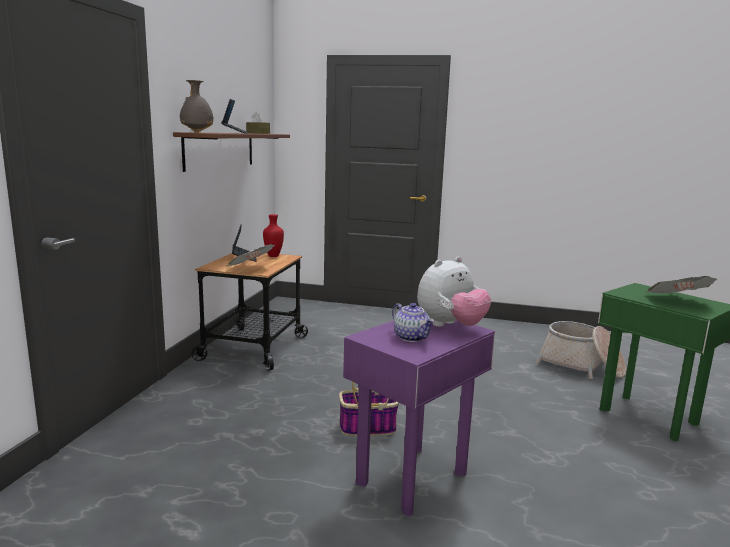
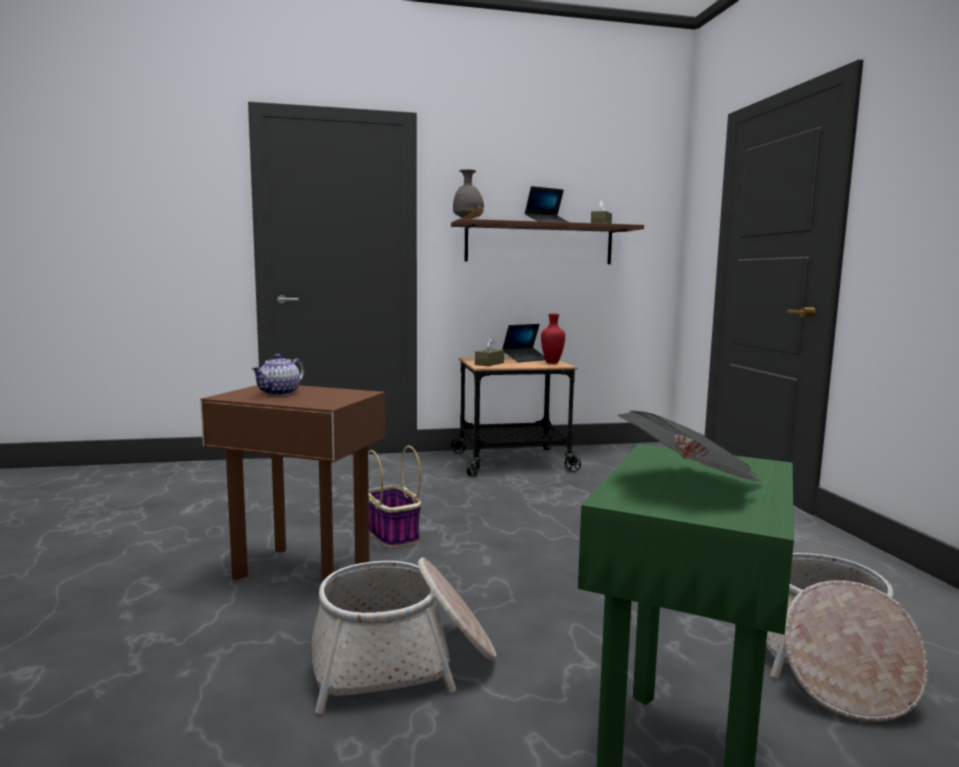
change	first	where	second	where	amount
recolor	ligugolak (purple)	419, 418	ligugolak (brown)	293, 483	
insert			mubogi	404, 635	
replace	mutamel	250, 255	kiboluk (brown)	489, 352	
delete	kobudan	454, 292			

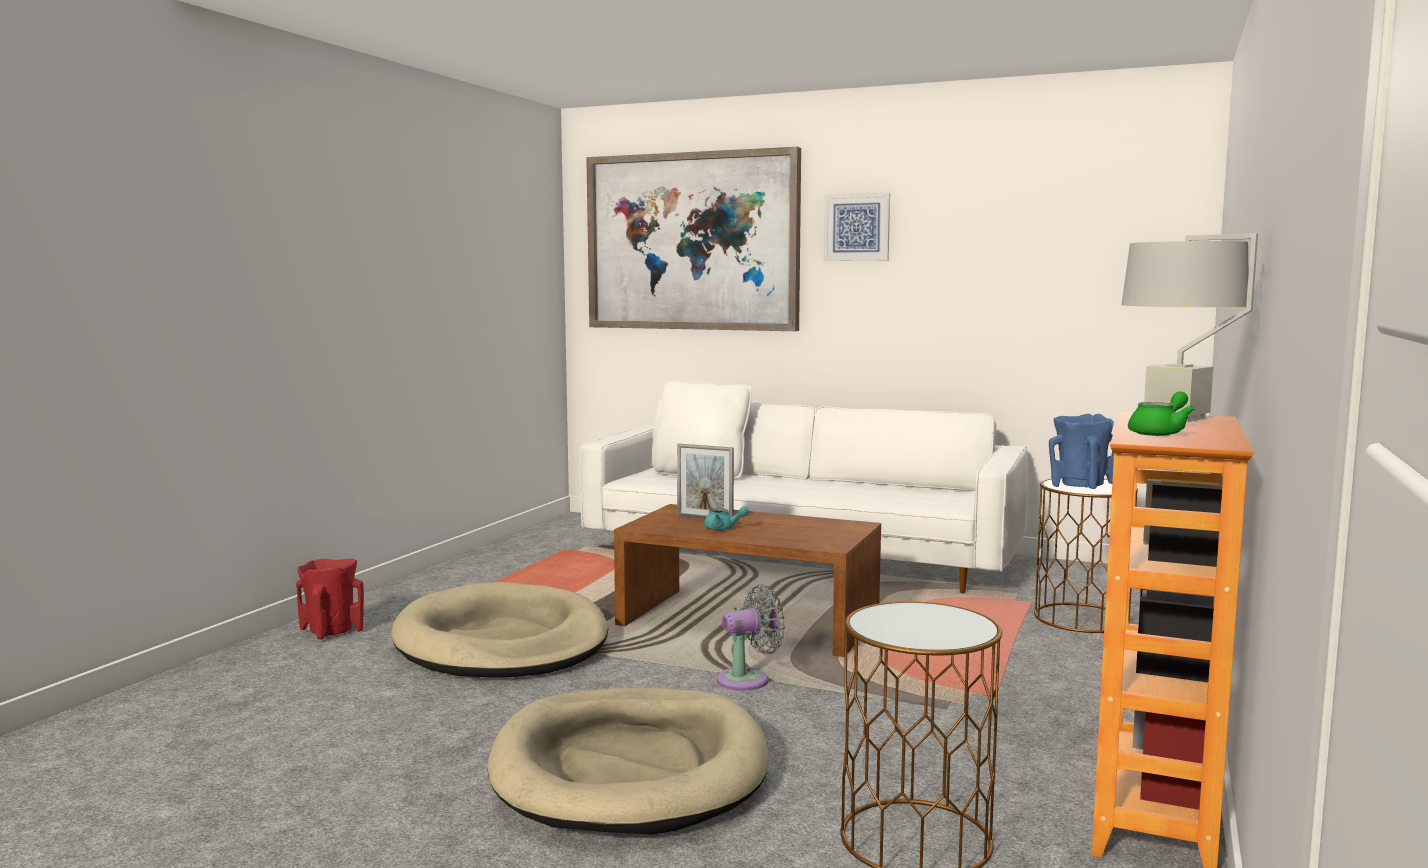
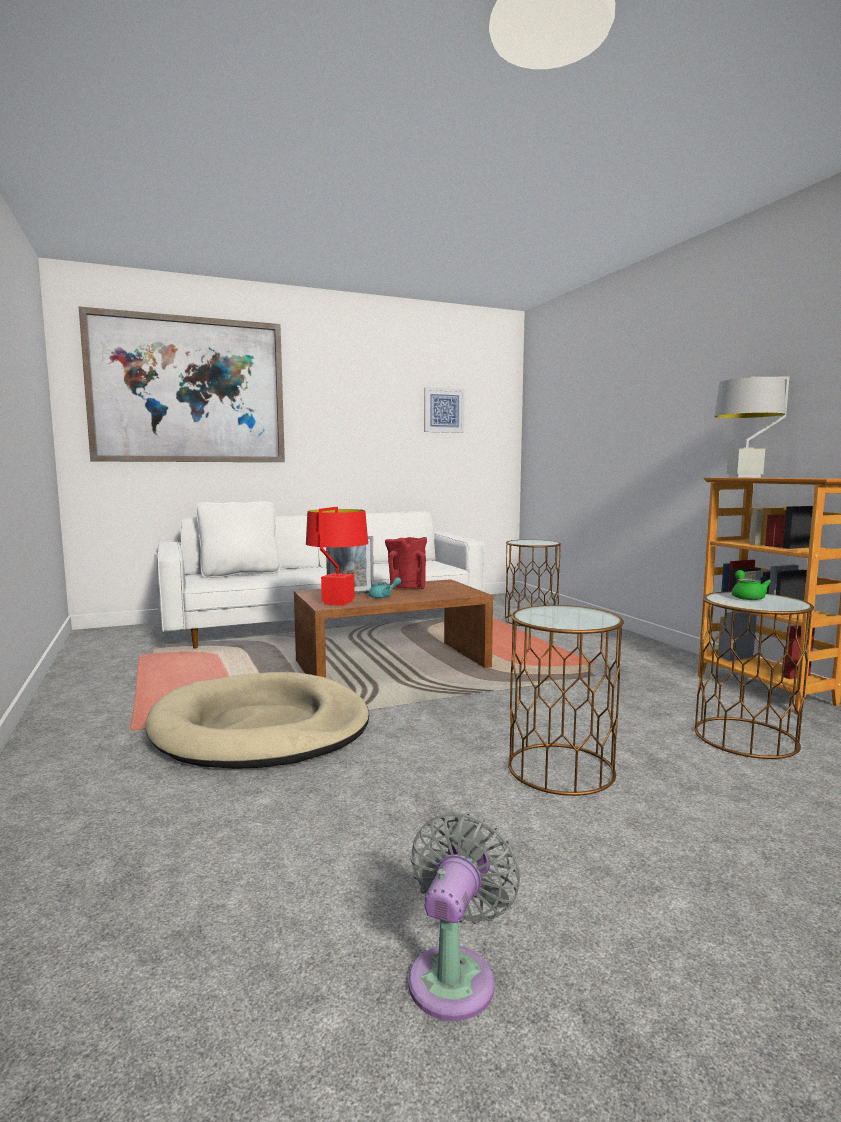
change	first	where	second	where	amount
insert			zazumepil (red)	337, 556	
move	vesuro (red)	330, 599		406, 563	
move	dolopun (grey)	751, 637		464, 916	
move	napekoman	857, 227		444, 410	
replace	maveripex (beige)	628, 761	ligugolak (brown)	566, 700	
move	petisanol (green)	1161, 413		751, 585	
delete	vesuro (blue)	1081, 451			

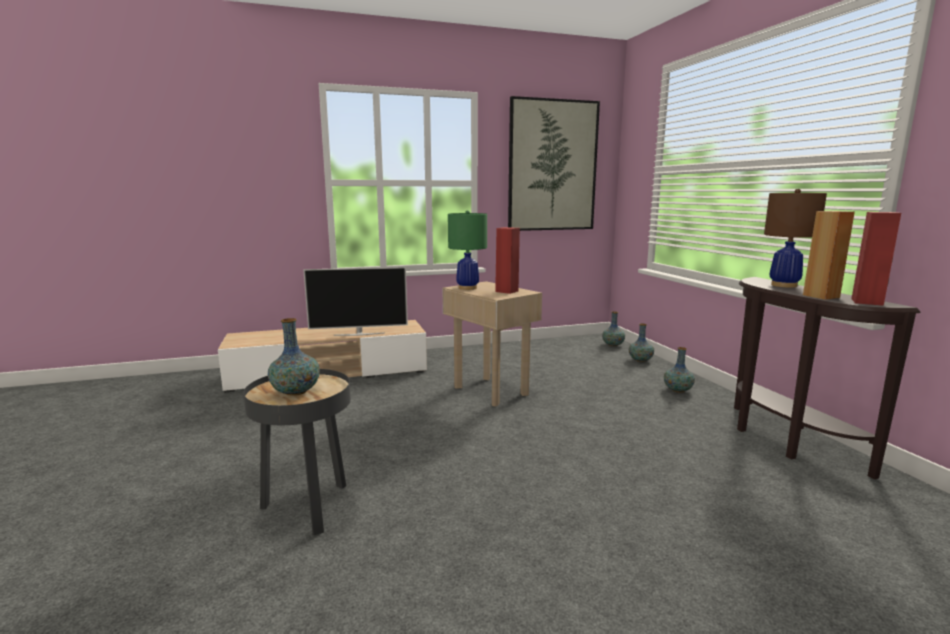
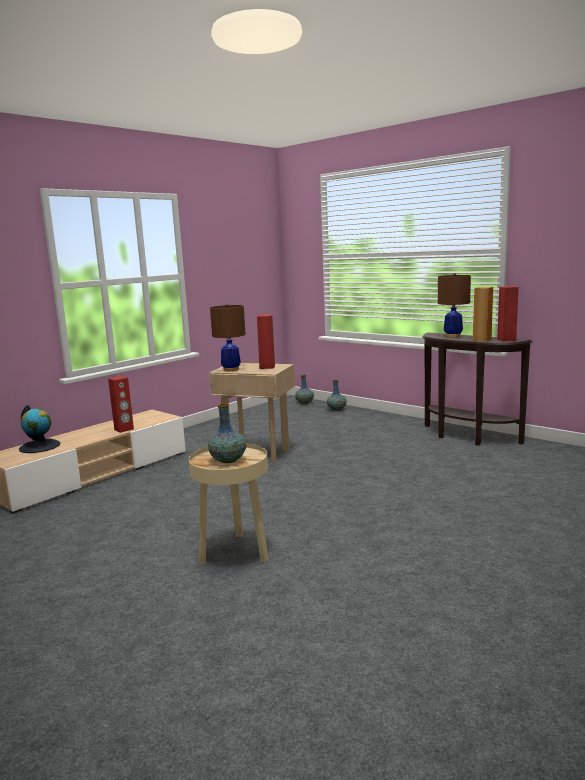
change	first	where	second	where	amount
insert			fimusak	39, 429	
replace	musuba	355, 301	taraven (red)	121, 404	
recolor	ligugolak (black)	297, 452	ligugolak (beige)	229, 504	
recolor	zazumepil (green)	467, 250	zazumepil (brown)	228, 337	
delete	napekoman	554, 163			
delete	vesuro	679, 370			

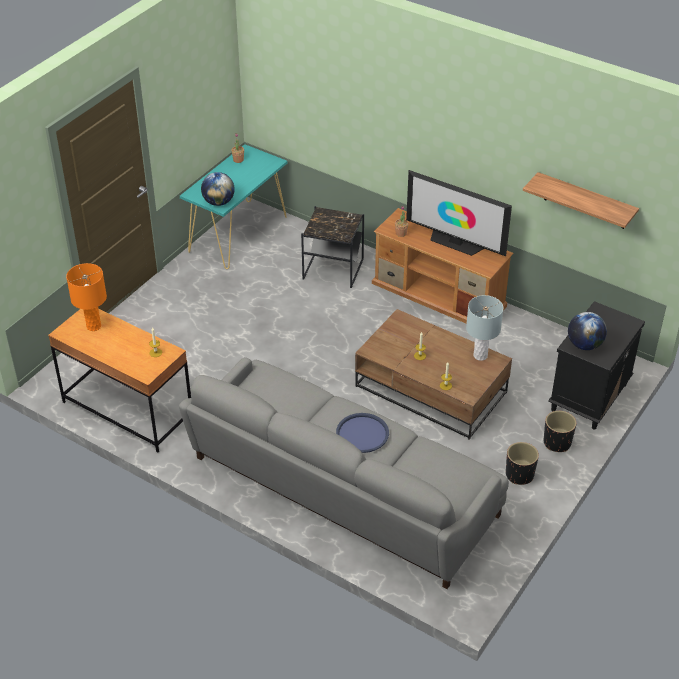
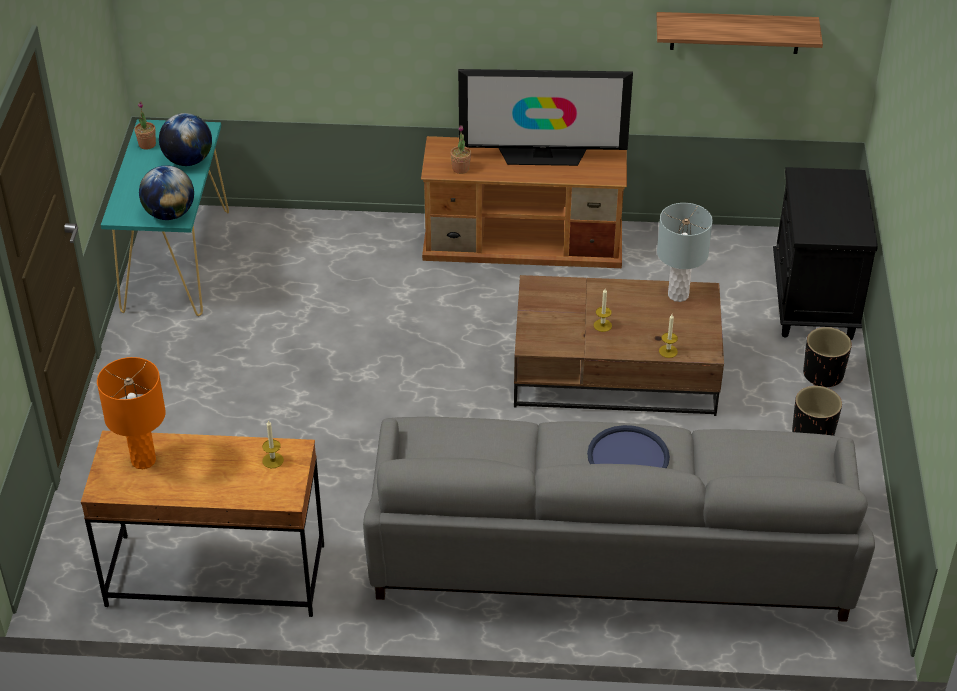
change	first	where	second	where	amount
move	fimusak	587, 331		185, 139	
delete	ligugolak (black)	332, 247			

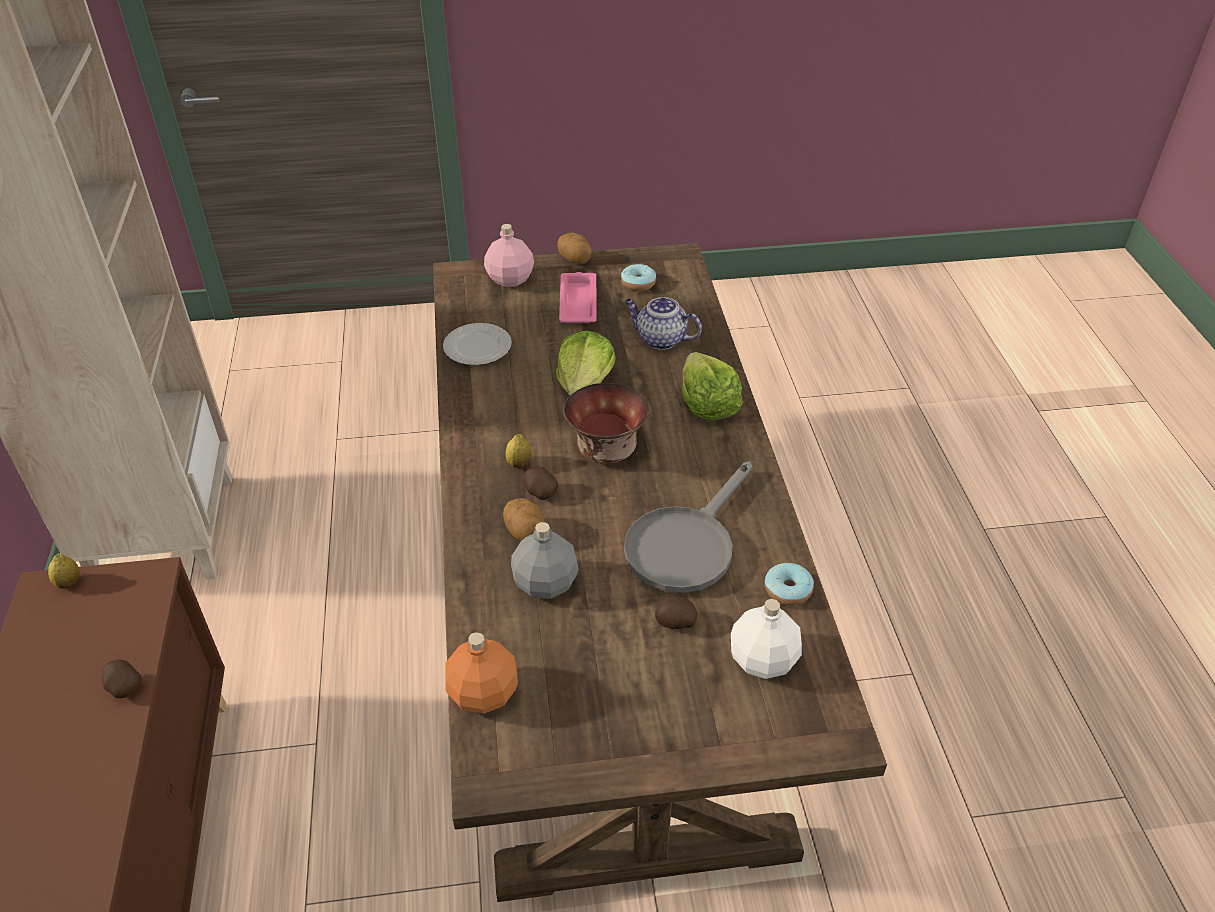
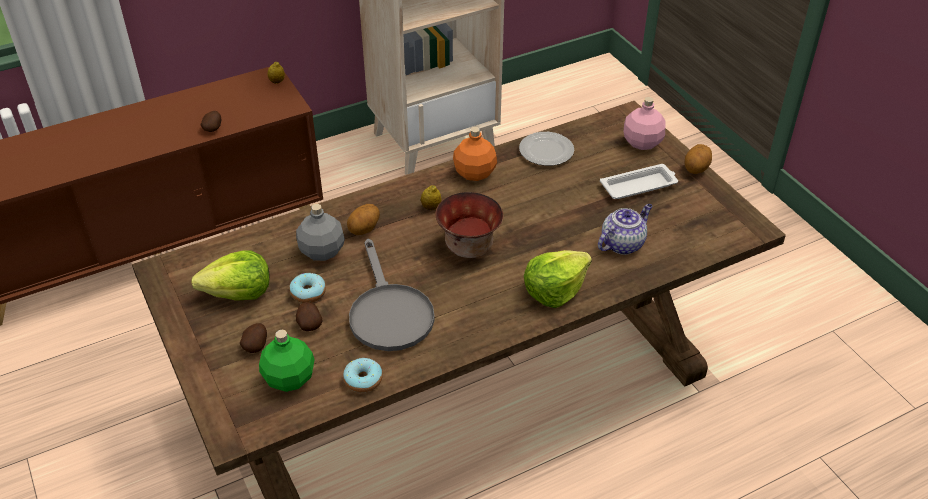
change	first	where	second	where	amount
move	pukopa	586, 363		230, 275	
move	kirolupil	541, 483		253, 338	
recolor	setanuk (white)	766, 639	setanuk (green)	287, 361	
move	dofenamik	638, 277		308, 288	
rotate	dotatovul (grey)	688, 527		392, 295	120 degrees counterclockwise
move	setanuk (orange)	481, 673		475, 154	
rotate	petisanol	663, 323		625, 229	45 degrees clockwise
recolor	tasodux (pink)	578, 297	tasodux (white)	639, 181	

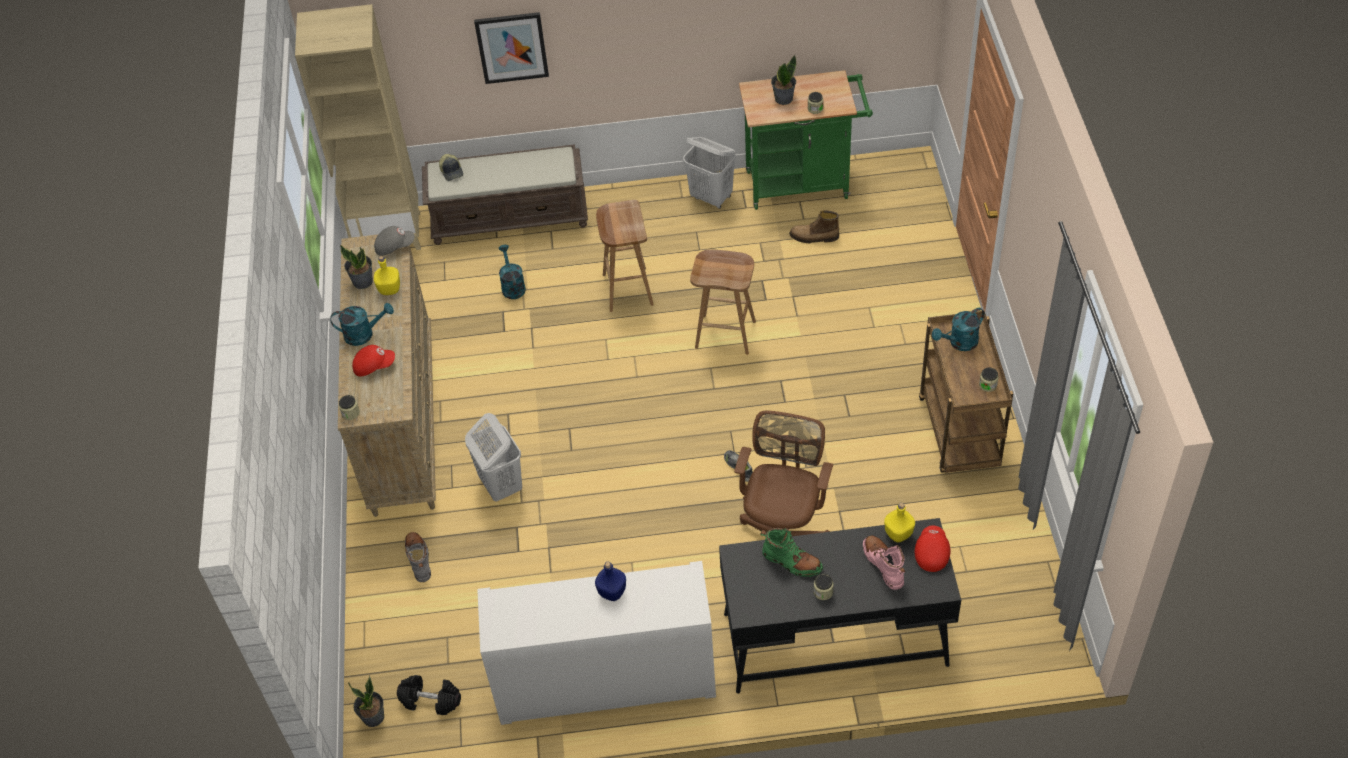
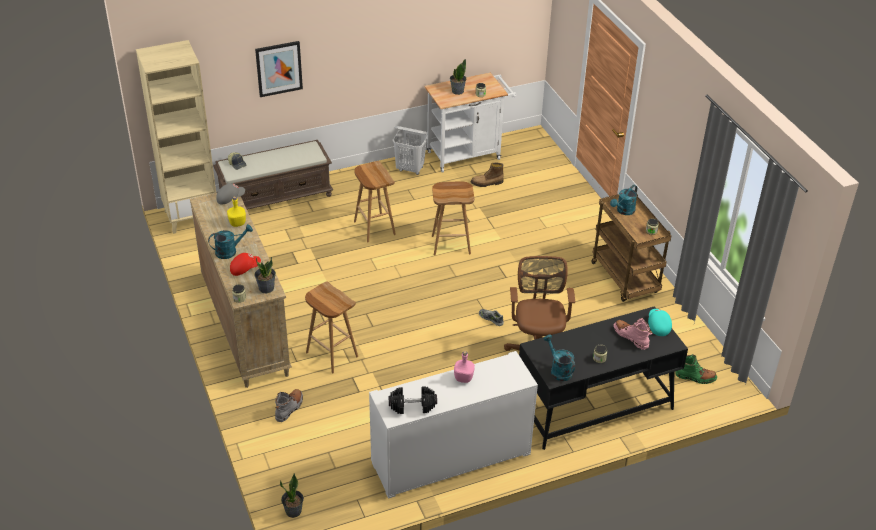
change	first	where	second	where	amount
move	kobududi	356, 267		265, 275	
rotate	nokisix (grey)	418, 557		289, 405	60 degrees clockwise
replace	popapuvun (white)	493, 457	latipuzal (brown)	331, 328	
move	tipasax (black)	429, 695		413, 400	
recolor	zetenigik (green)	806, 140	zetenigik (white)	471, 122	
recolor	setanuk (blue)	610, 581	setanuk (pink)	464, 367	
move	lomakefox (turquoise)	512, 272		559, 358	
recolor	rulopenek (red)	932, 548	rulopenek (turquoise)	660, 322	
move	nokisix (green)	791, 552		696, 369	
delete	setanuk (yellow)	899, 522			

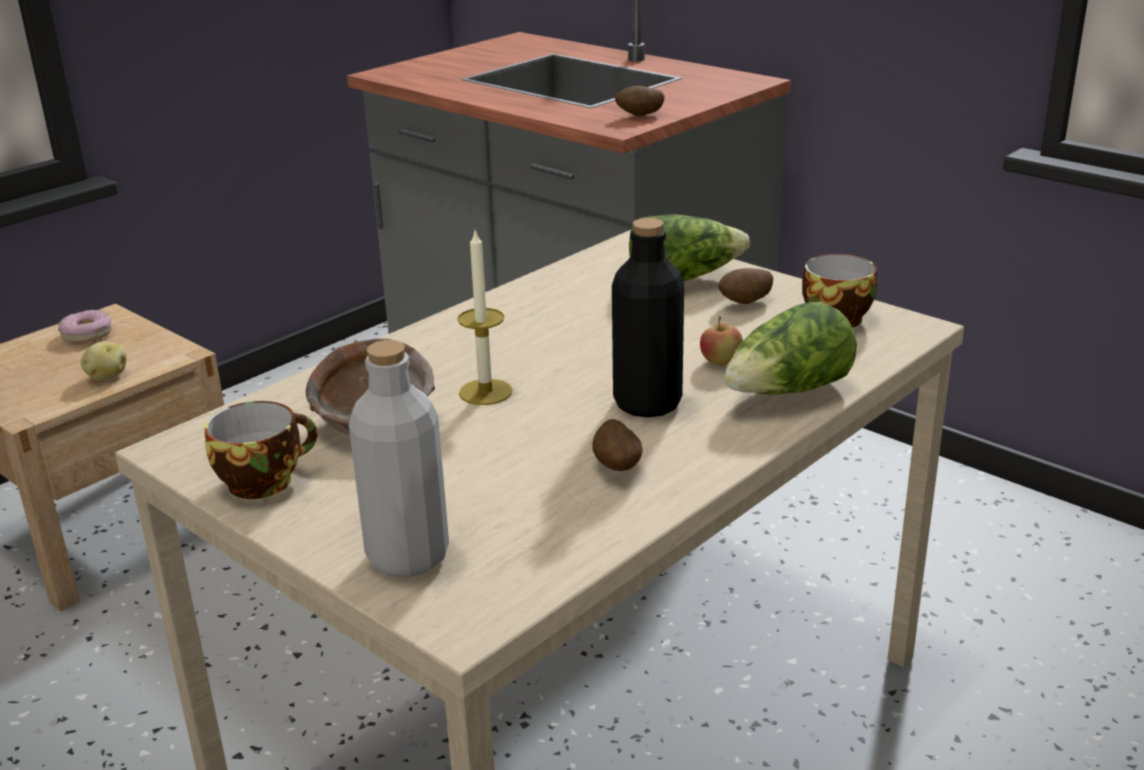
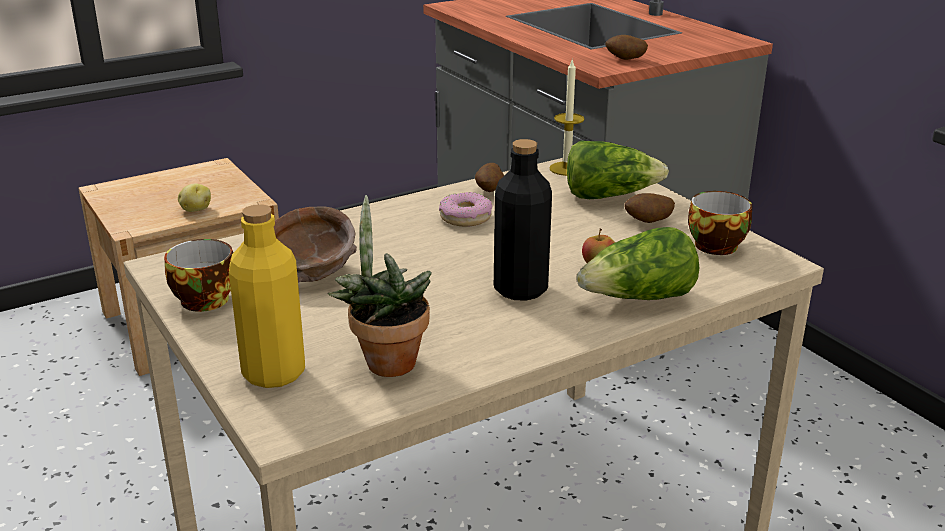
change	first	where	second	where	amount
recolor	setanuk (grey)	399, 458	setanuk (yellow)	267, 296	
insert			kobududi	380, 286	
move	dofenamik	85, 326		465, 209	
move	kirolupil	617, 445		489, 177	
move	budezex	485, 318		567, 117	

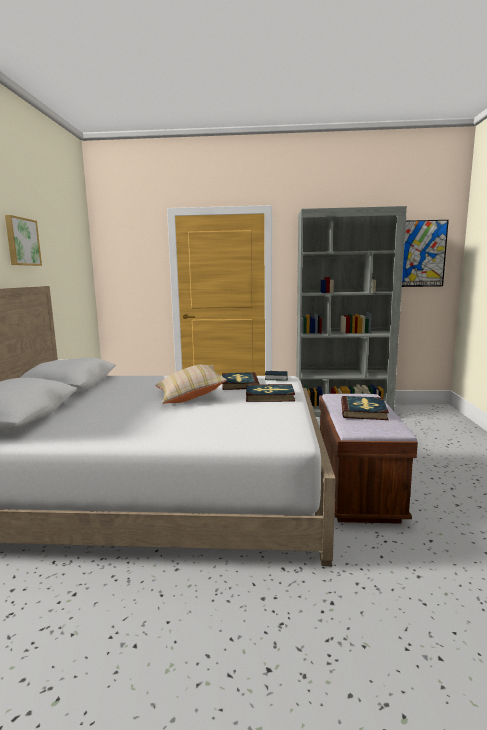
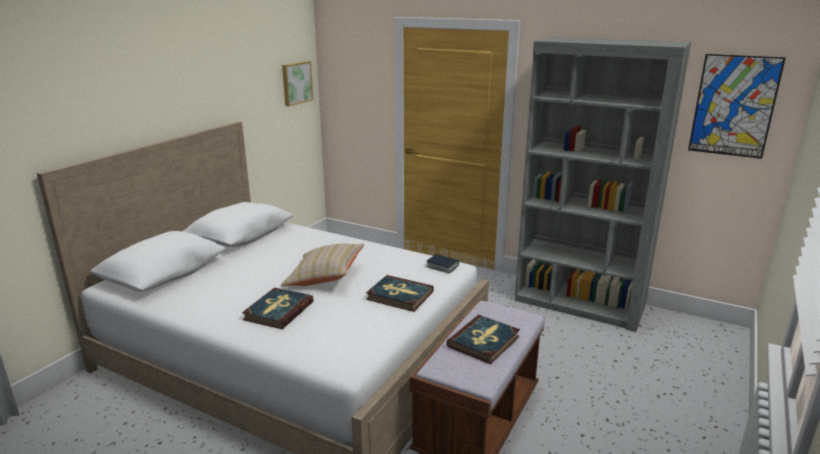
change	first	where	second	where	amount
move	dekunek	241, 381		278, 308	
move	napekoman	23, 240		297, 83	

